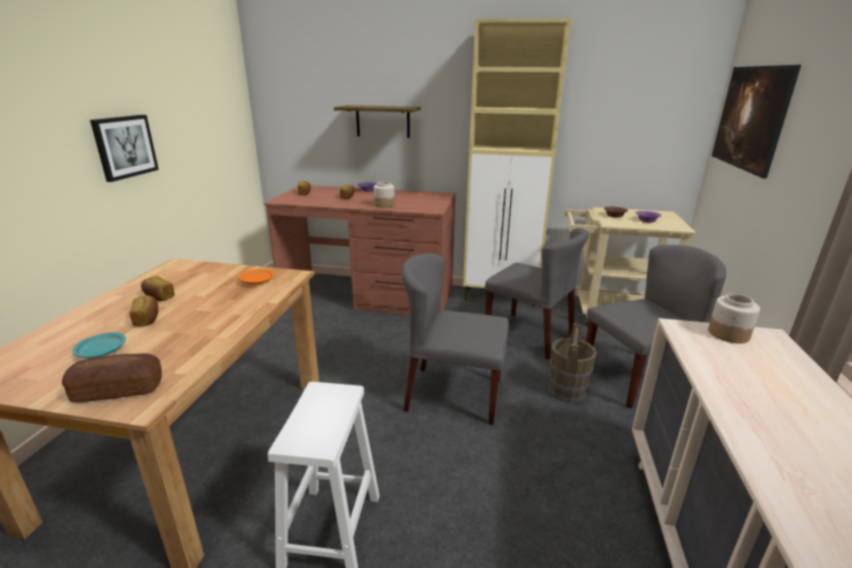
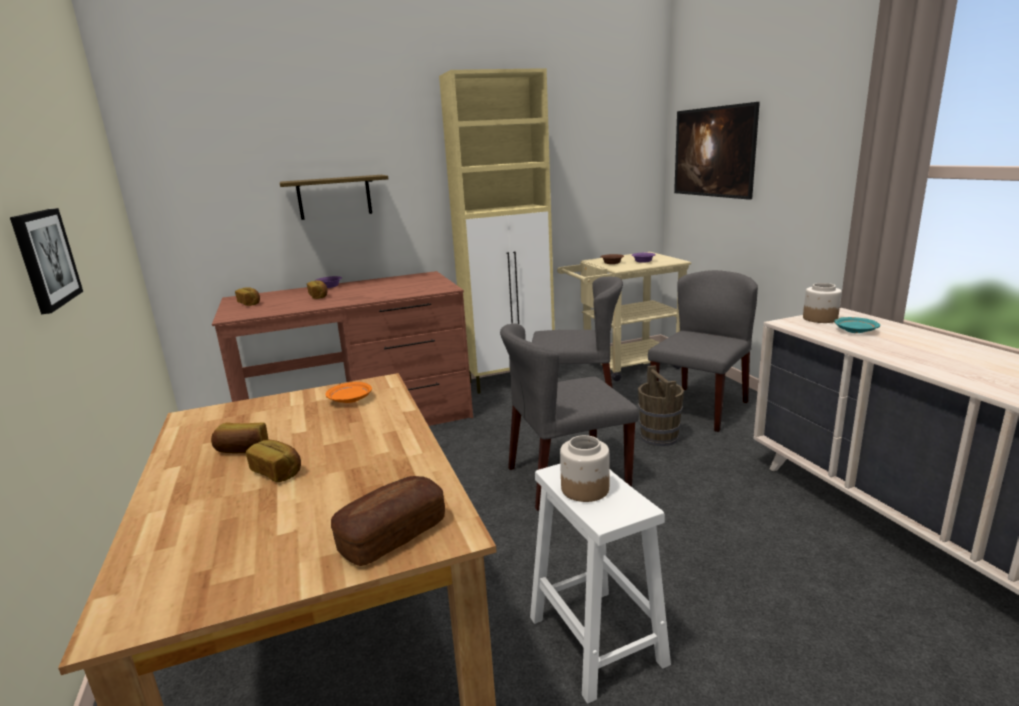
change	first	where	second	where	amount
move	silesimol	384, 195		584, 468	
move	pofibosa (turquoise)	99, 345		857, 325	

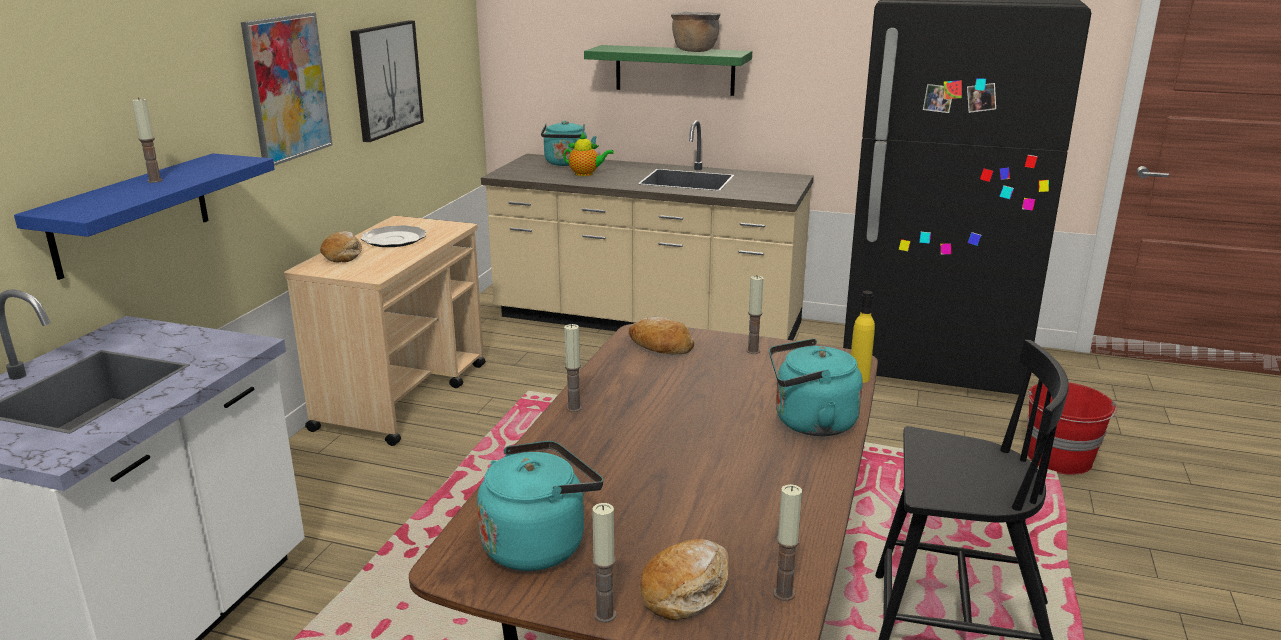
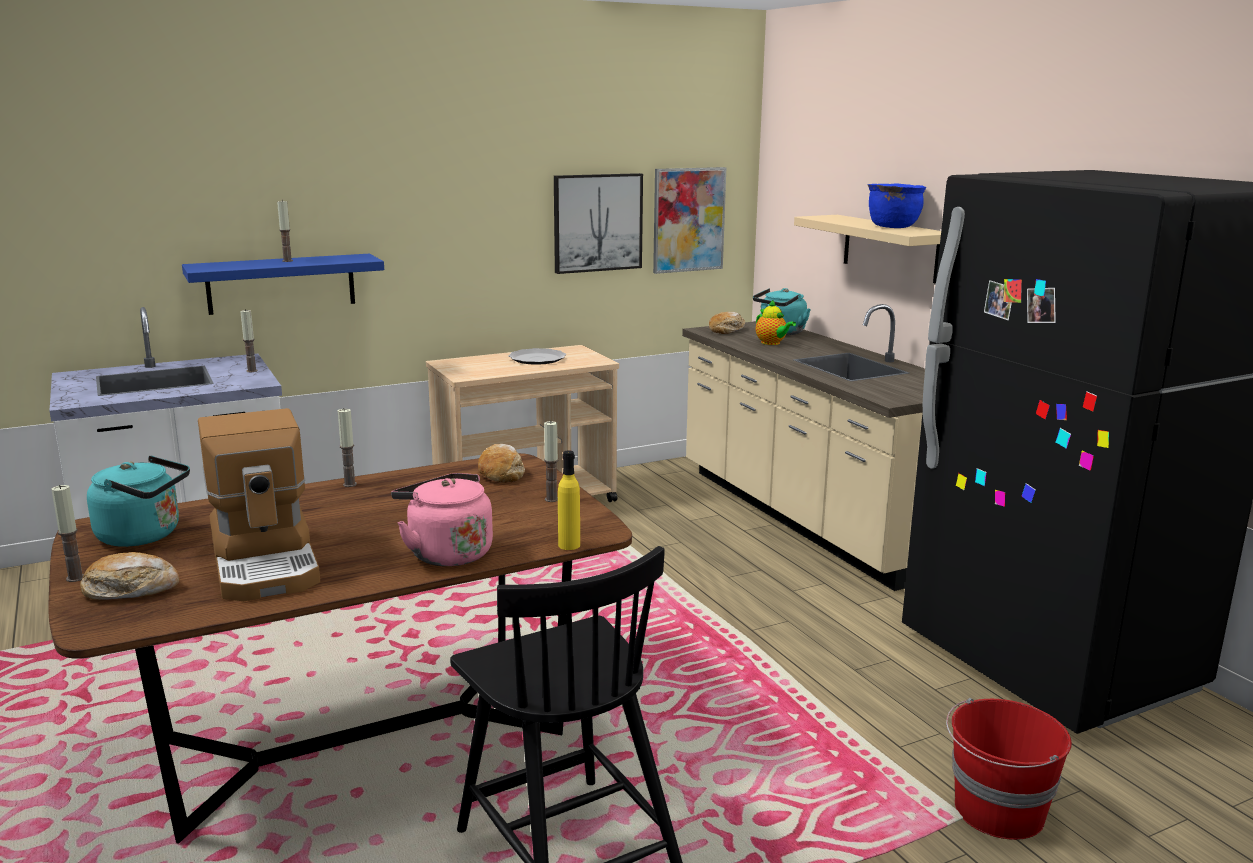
change	first	where	second	where	amount
insert			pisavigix	259, 504	
move	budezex	788, 542		249, 340	
recolor	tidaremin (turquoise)	816, 387	tidaremin (pink)	442, 519	
move	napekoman	287, 89		689, 220	
move	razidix	341, 246		727, 323	
recolor	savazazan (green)	668, 70	savazazan (beige)	867, 249	
recolor	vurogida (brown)	696, 32	vurogida (blue)	897, 206	

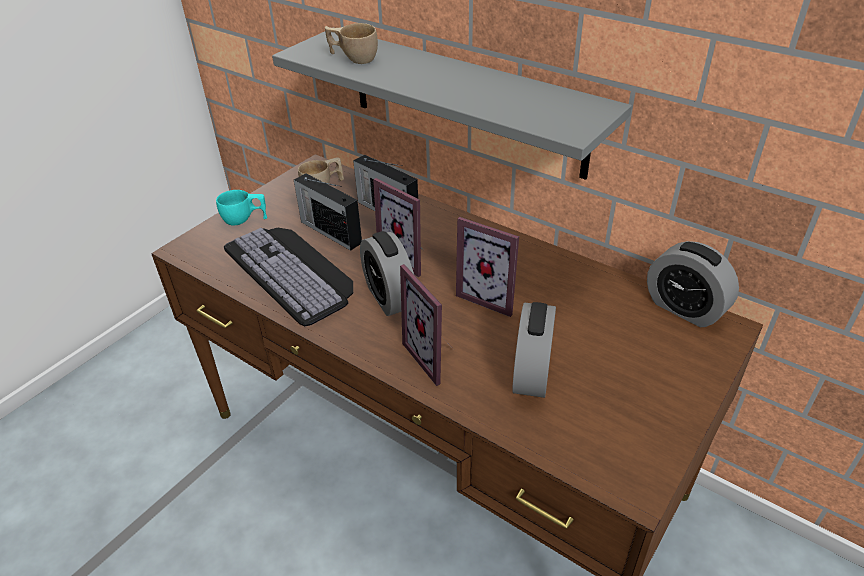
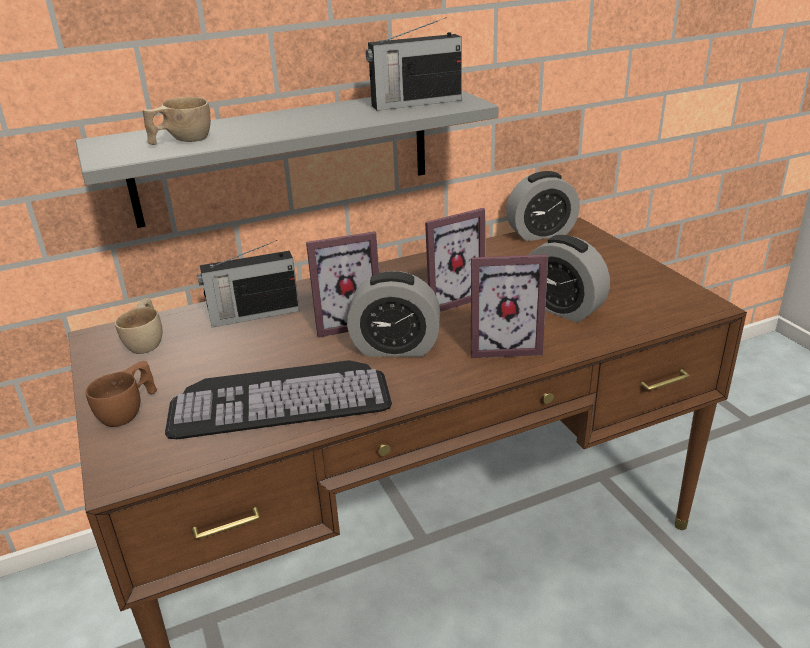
change	first	where	second	where	amount
recolor	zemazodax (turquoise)	241, 207	zemazodax (brown)	121, 394	
move	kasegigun	328, 212		414, 64	

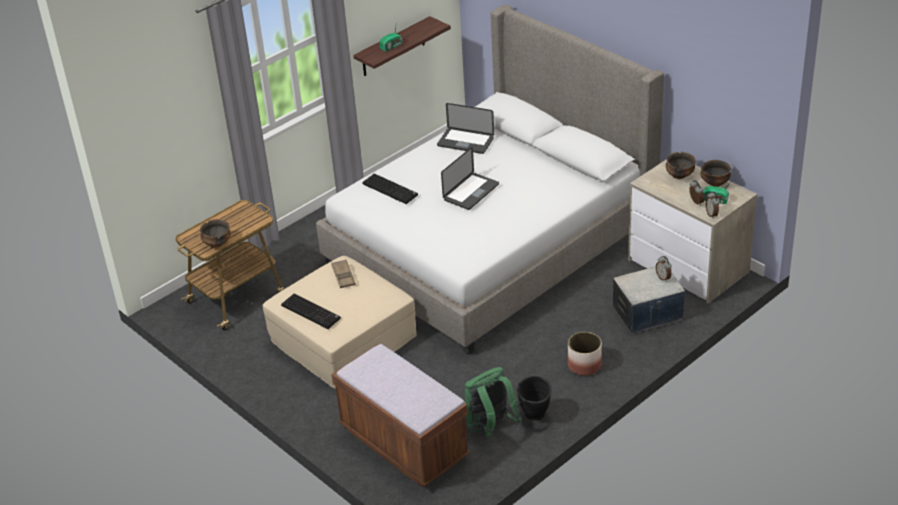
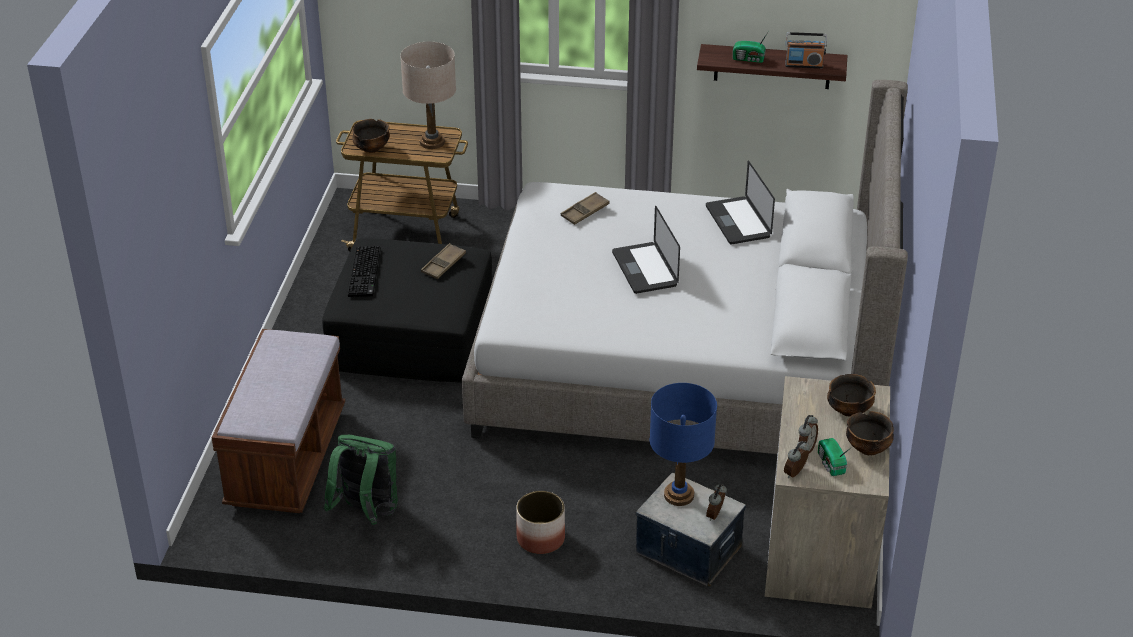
change	first	where	second	where	amount
recolor	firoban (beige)	340, 322	firoban (black)	407, 310	
insert			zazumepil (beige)	428, 95	
replace	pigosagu	390, 189	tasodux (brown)	585, 208	
rotate	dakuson	470, 178		646, 250	75 degrees clockwise
insert			zazumepil (blue)	683, 444	
insert			kasegigun	806, 50	
delete	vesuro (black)	534, 398			

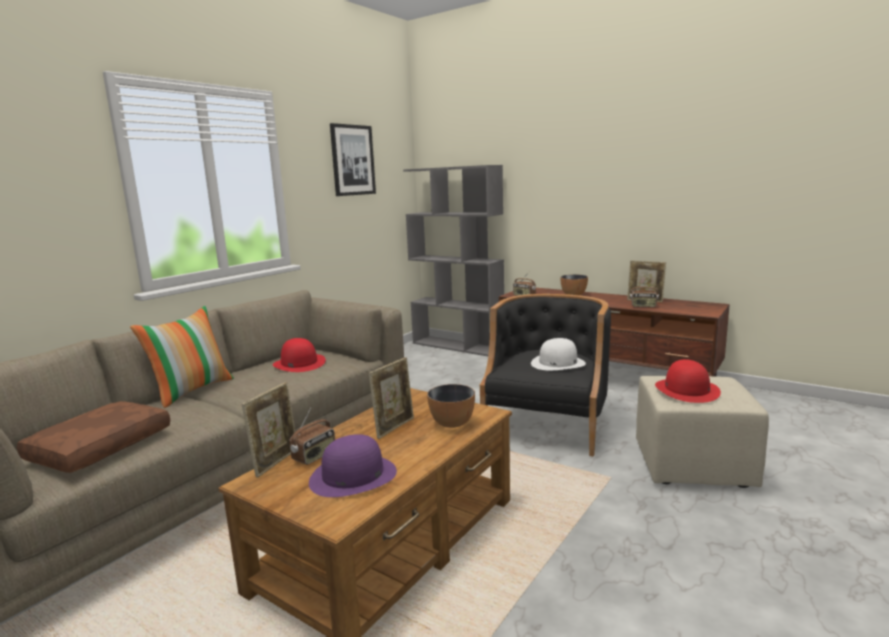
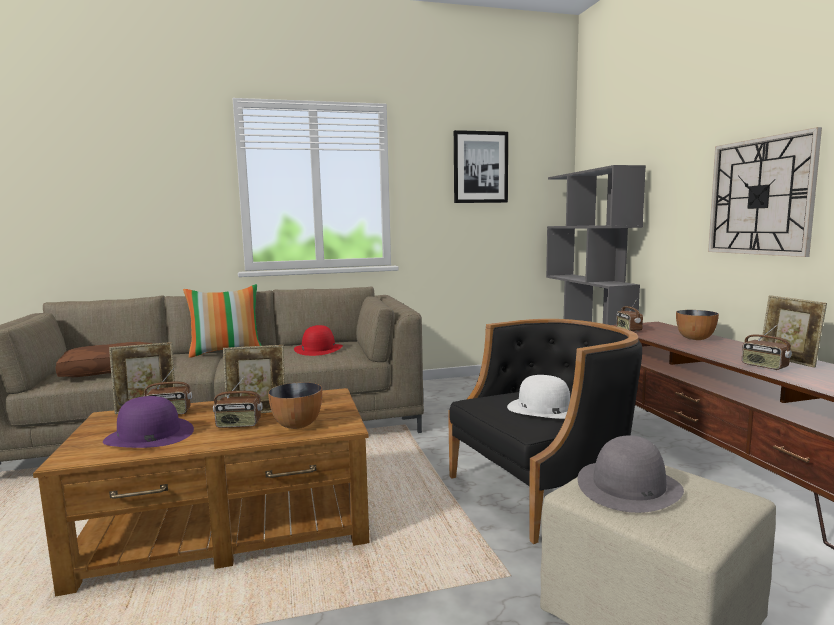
change	first	where	second	where	amount
insert			kasegigun	238, 402	
recolor	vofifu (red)	688, 381	vofifu (grey)	631, 474	
insert			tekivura	765, 192	

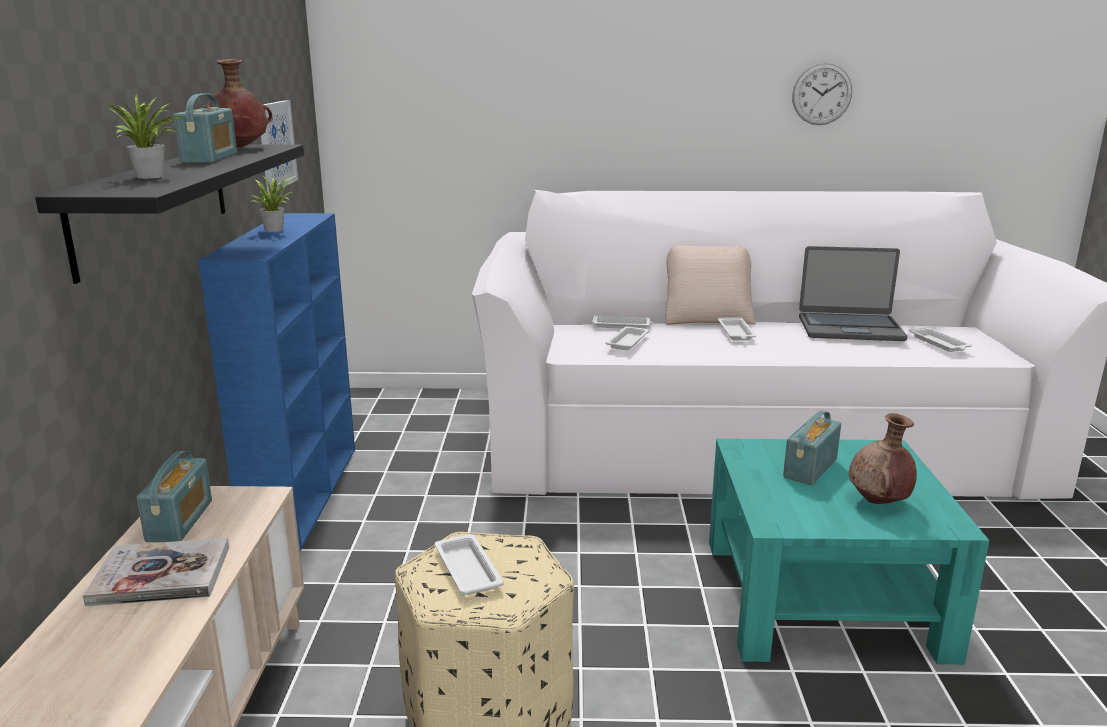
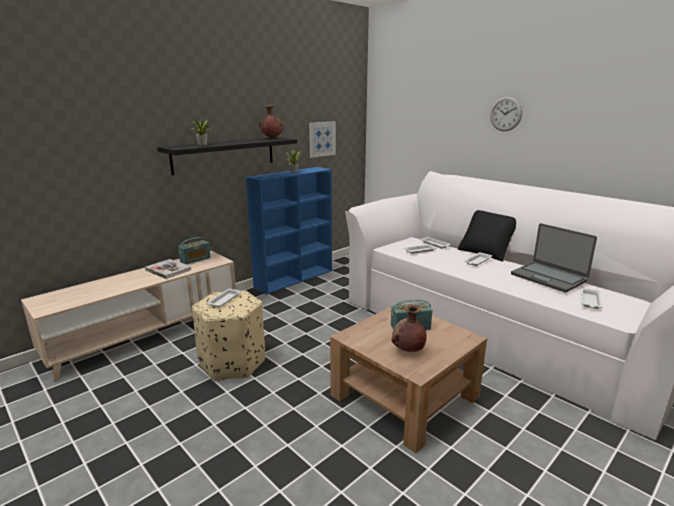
change	first	where	second	where	amount
recolor	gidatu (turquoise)	849, 551	gidatu (brown)	408, 378	
recolor	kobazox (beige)	711, 285	kobazox (black)	487, 236	
move	tekivura	822, 94		506, 114	
delete	kasegigun	205, 128			

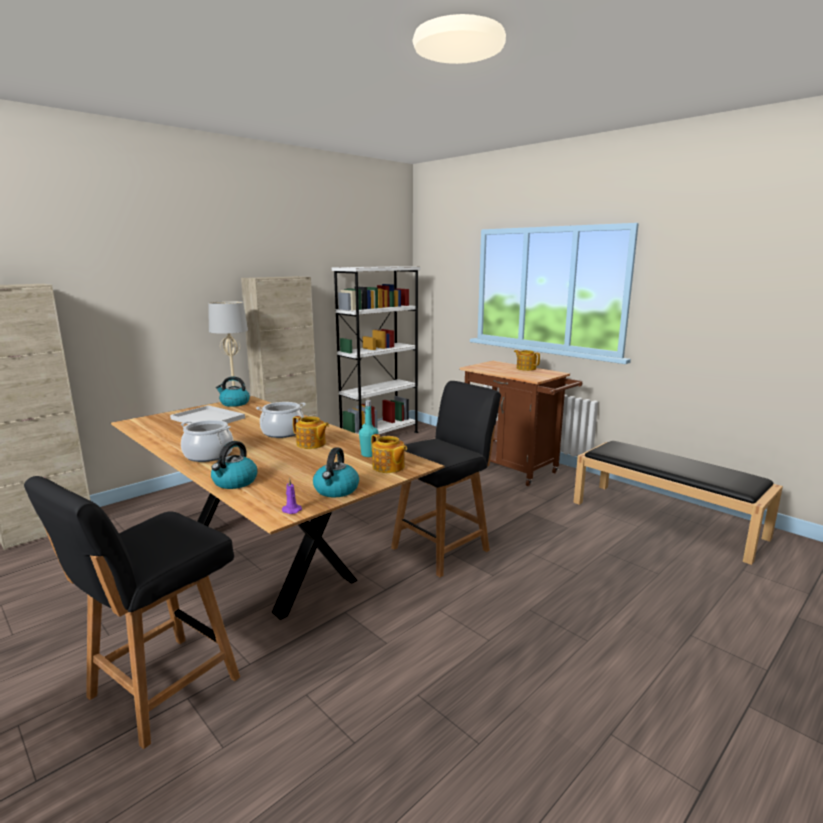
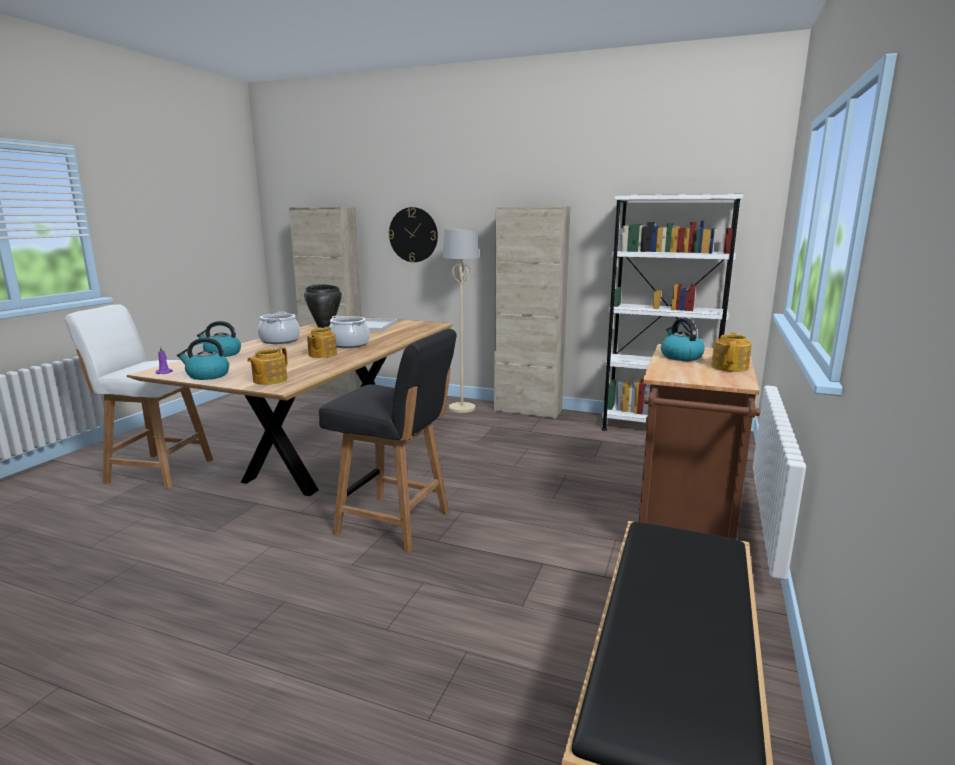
change	first	where	second	where	amount
recolor	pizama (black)	132, 612	pizama (white)	139, 396	
insert			vurogida (black)	323, 306	
insert			tekivura	413, 234	
move	tidaremin	233, 391		683, 339	
delete	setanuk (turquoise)	369, 428			

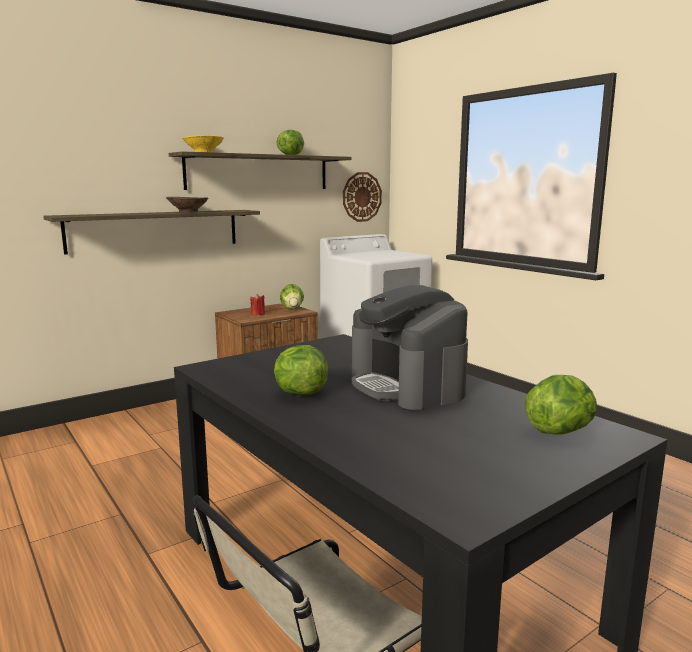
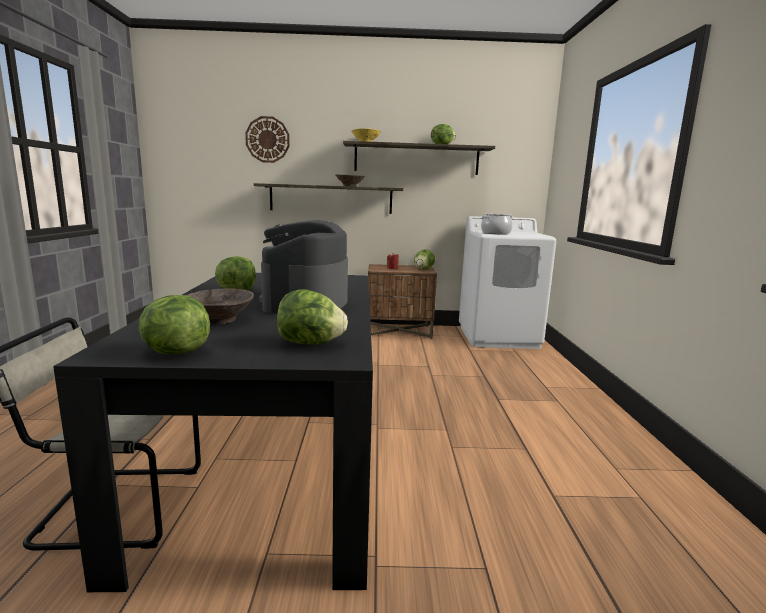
change	first	where	second	where	amount
insert			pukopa	174, 325	
insert			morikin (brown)	220, 306	
move	tekivura	362, 197		267, 139	
insert			vurogida	497, 224	

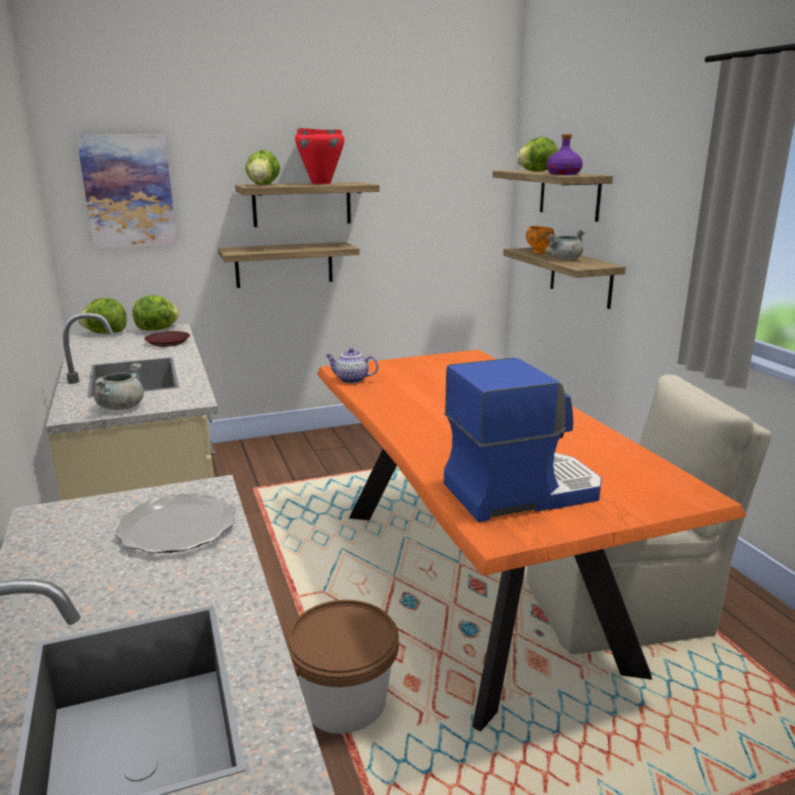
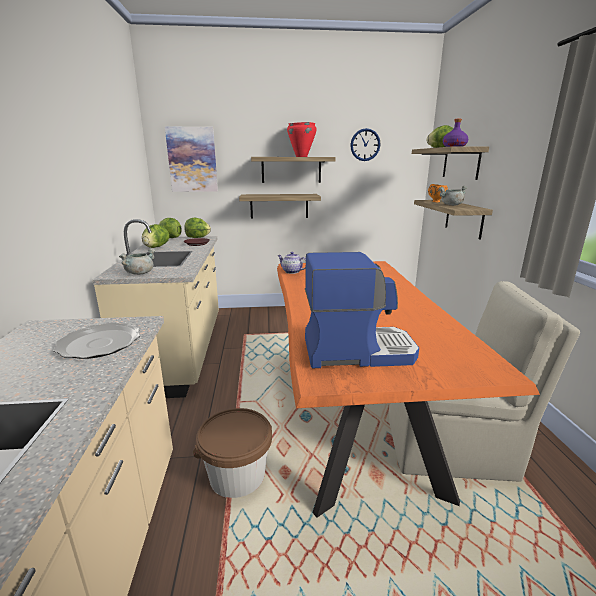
change	first	where	second	where	amount
move	pukopa	262, 167		155, 236	
insert			tekivura	365, 144	

